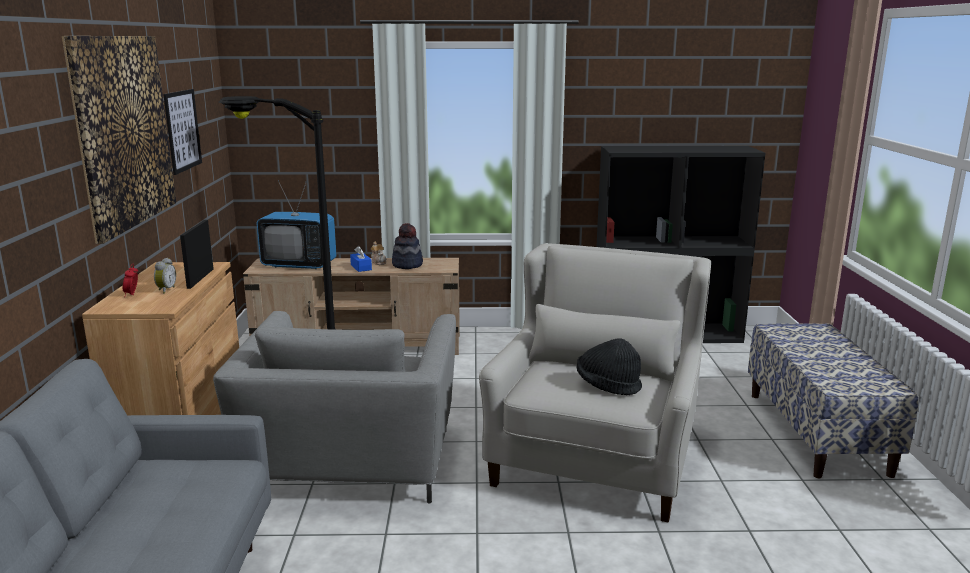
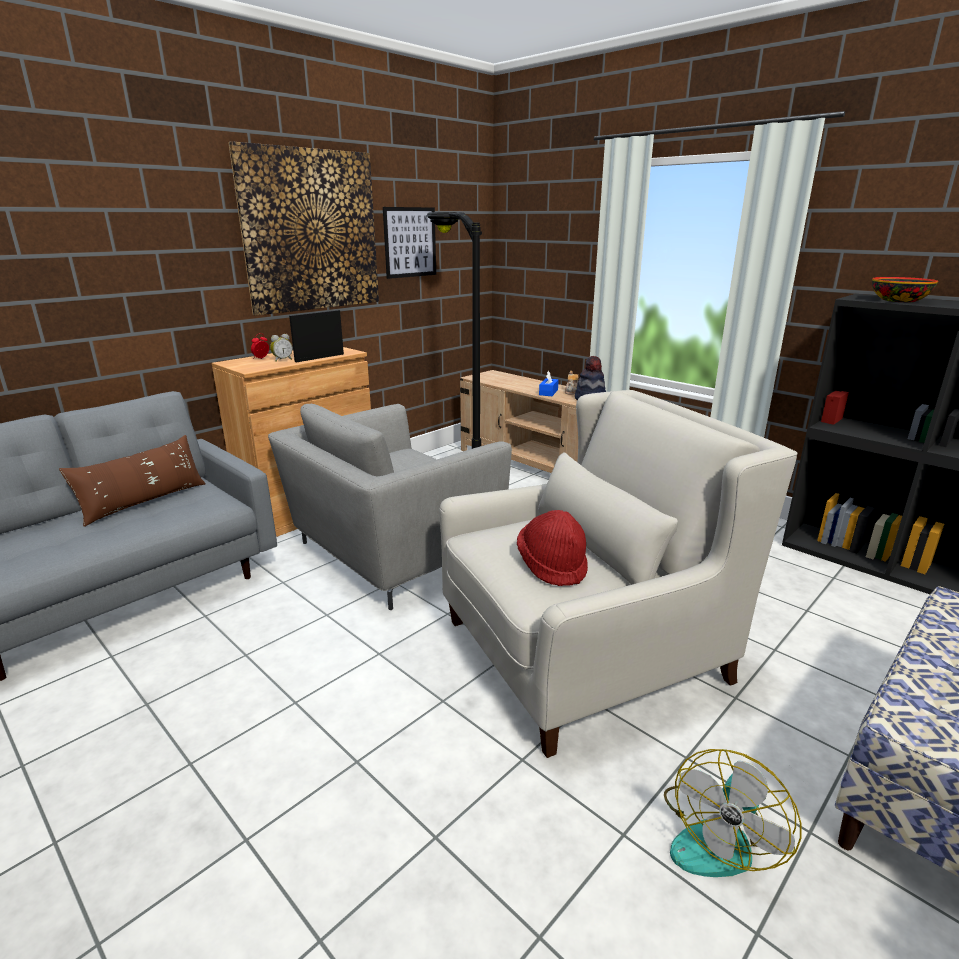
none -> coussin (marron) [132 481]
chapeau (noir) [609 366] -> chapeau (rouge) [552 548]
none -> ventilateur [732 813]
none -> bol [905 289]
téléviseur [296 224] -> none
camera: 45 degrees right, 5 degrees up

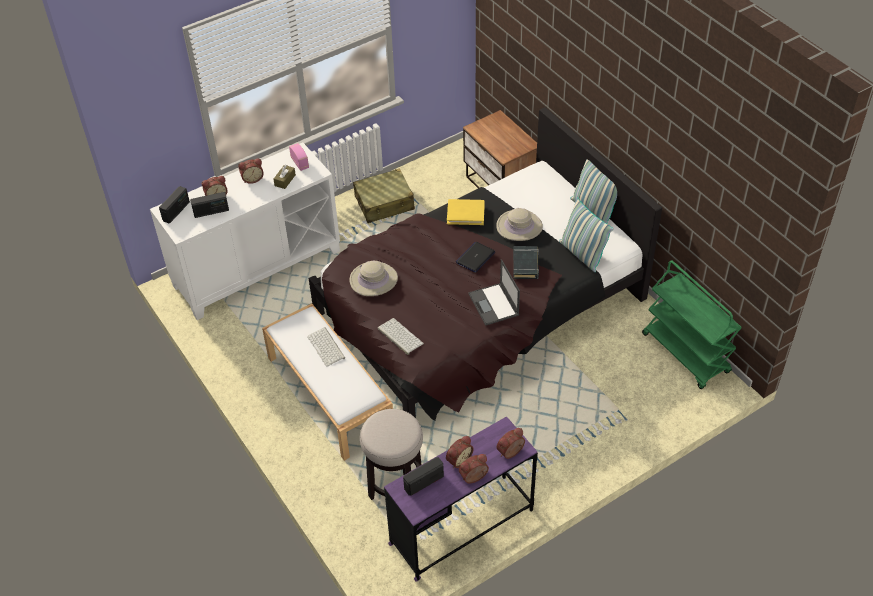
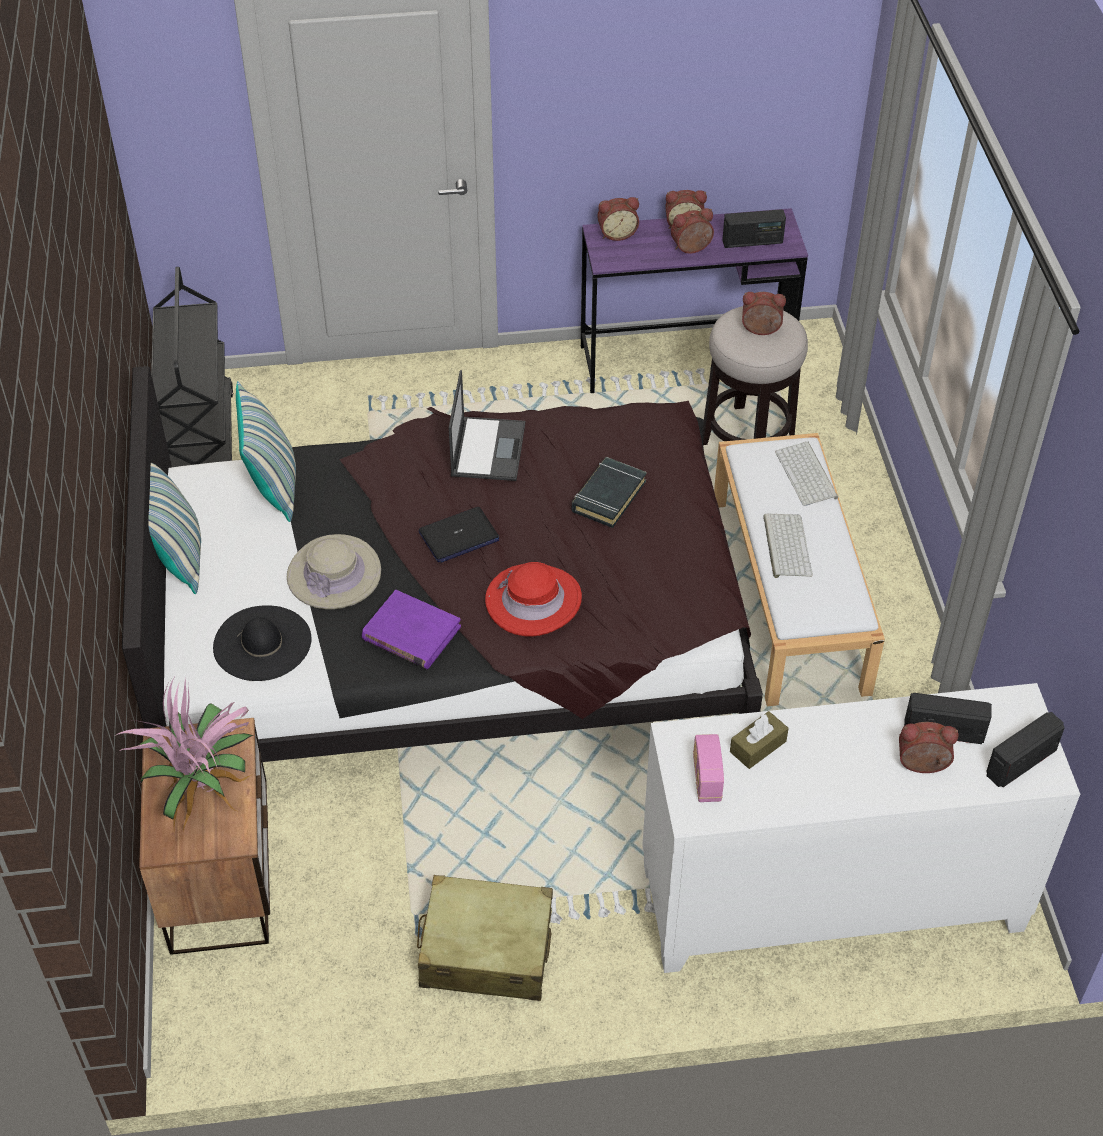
none -> plante en pot [184 757]
chariot (vert) [692 324] -> chariot (noir) [192 367]
none -> chapeau (noir) [262 643]
livre (jaune) [466 212] -> livre (violet) [411 629]
none -> chapeau (rouge) [533 599]
livre (noir) [526 262] -> livre (noir) [609 492], relocated
réveil [251 171] -> réveil [764 313], relocated
clavier [401 336] -> clavier [806 474], relocated
chapeau (beige) [374 278] -> none
camera: 155 degrees left, 0 degrees up

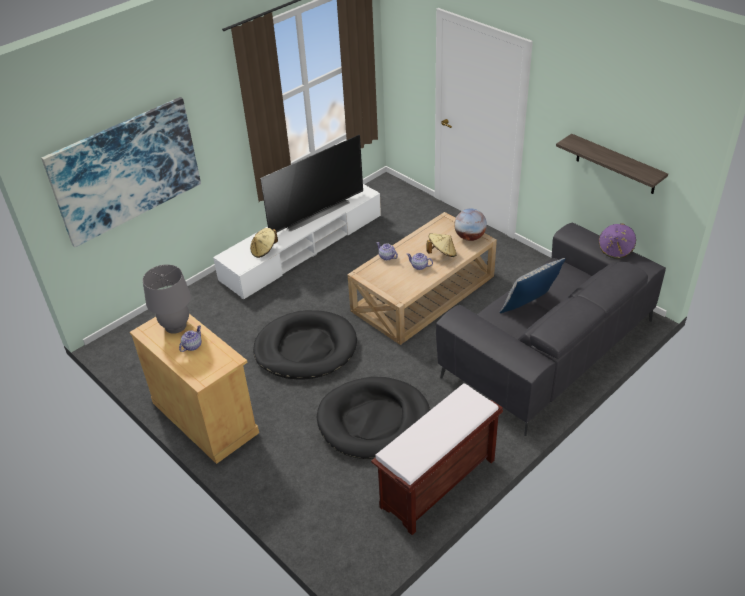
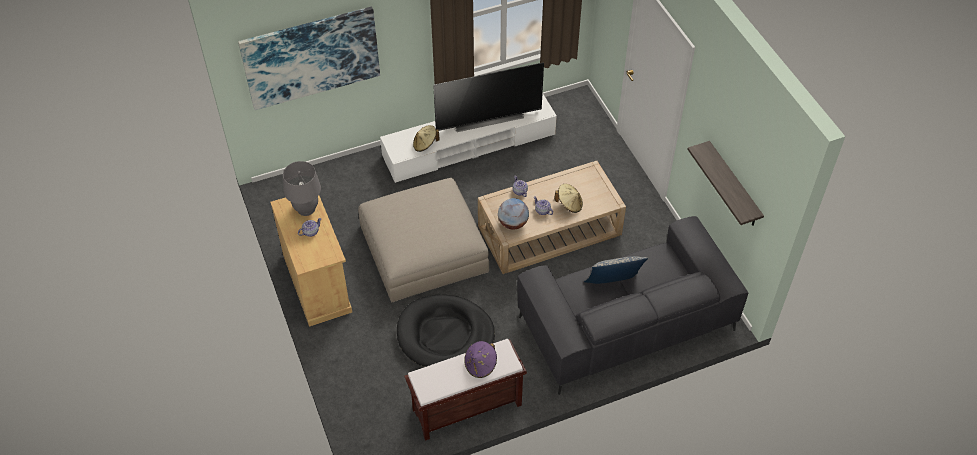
panier pour chien (noir) [305 344] -> pouf (beige) [423 240]
chapeau (violet) [617 241] -> chapeau (violet) [480 359], relocated
globe [470 225] -> globe [513 214], relocated
camera: 20 degrees right, 10 degrees up

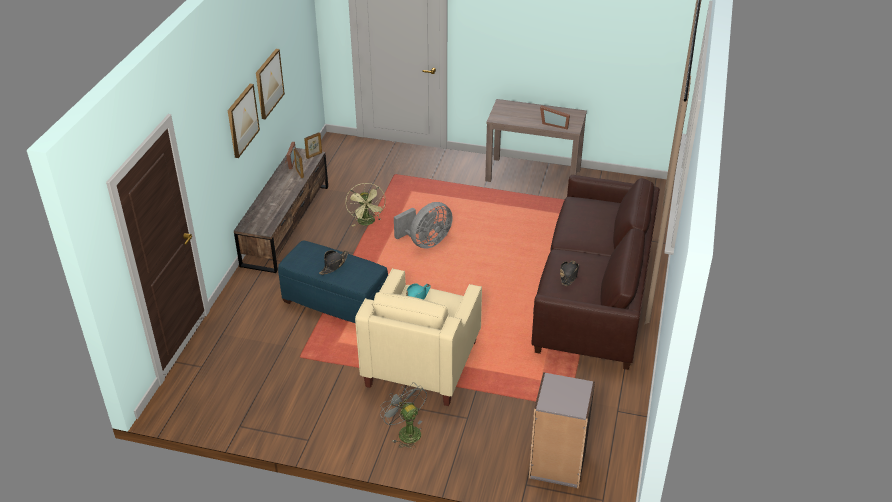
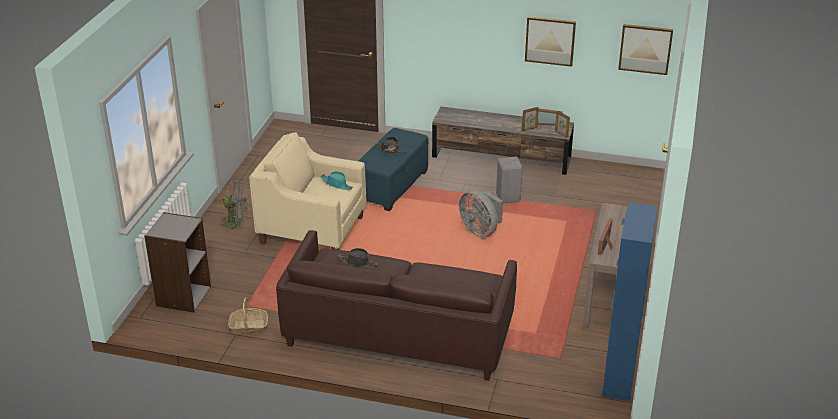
ventilateur (gris) [403 415] -> ventilateur (gris) [235 207], 45 degrees clockwise
none -> panier [248 316]
ventilateur (vert) [365 205] -> tabouret (gris) [509 180]
none -> meuble de rangement (bleu) [630 301]
tableau [244 120] -> tableau [645 49], relocated
camera: 90 degrees right, 5 degrees down

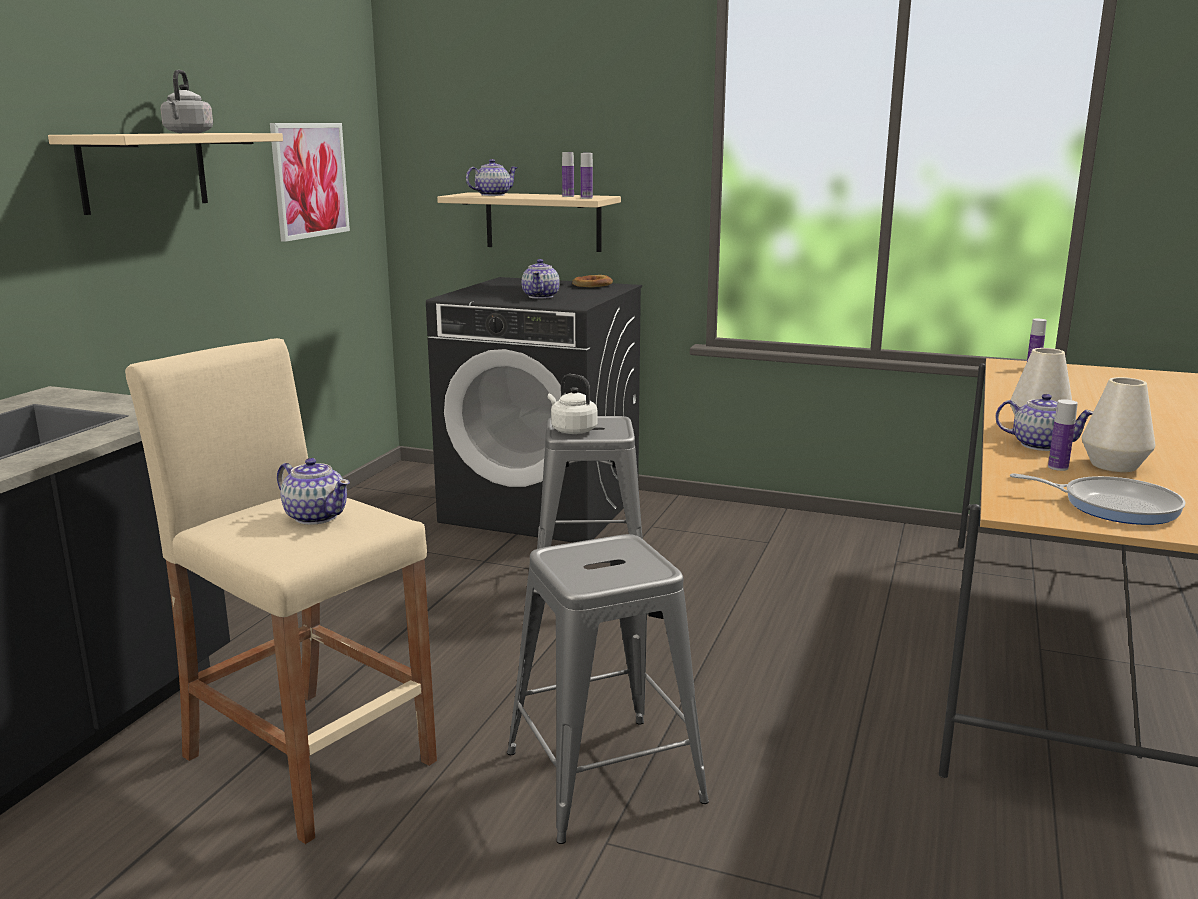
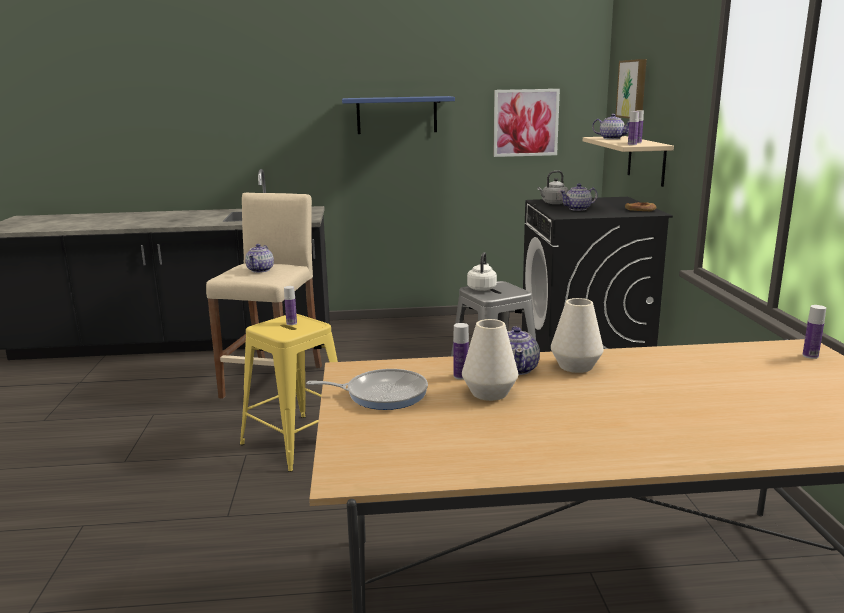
tabouret (gris) [608 689] -> tabouret (jaune) [289 393]
none -> bouteille [290 305]
poêle [1098 499] -> poêle [367 389], 90 degrees counterclockwise
étagère (beige) [165 174] -> étagère (bleu) [398 115]
bouilloire (gris) [187 101] -> bouilloire (gris) [553 187], relocated
none -> tableau [631 89]
camera: 65 degrees right, 0 degrees up

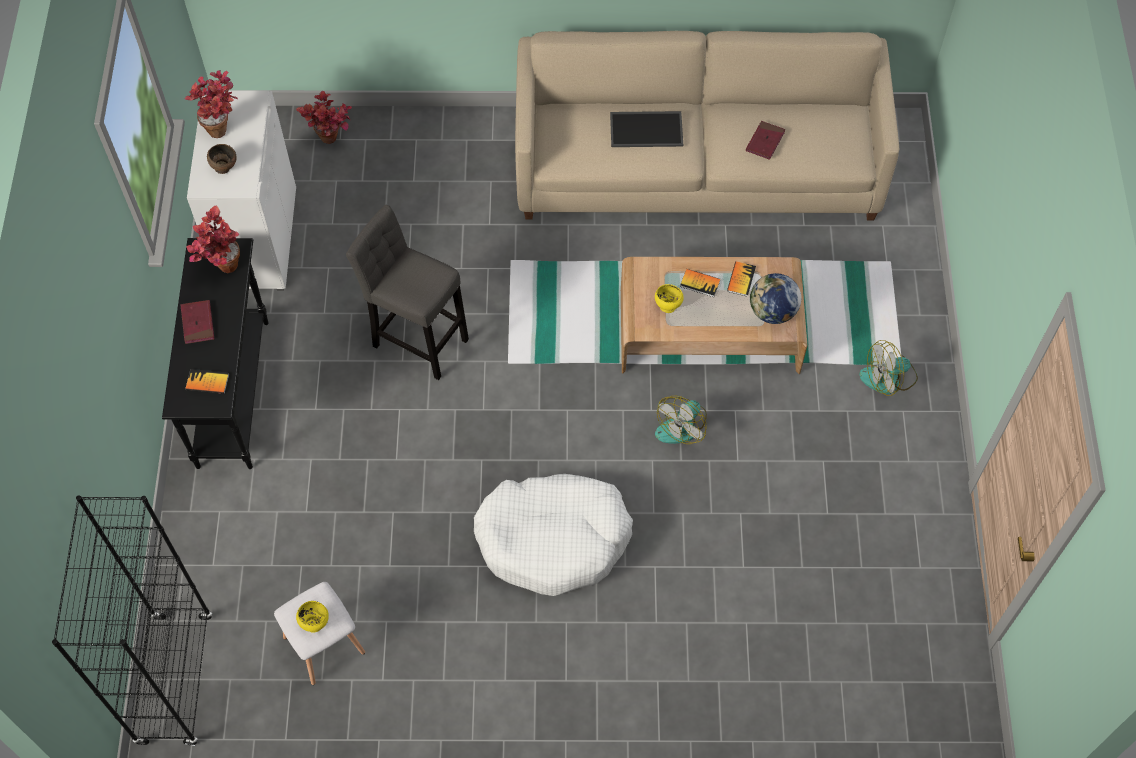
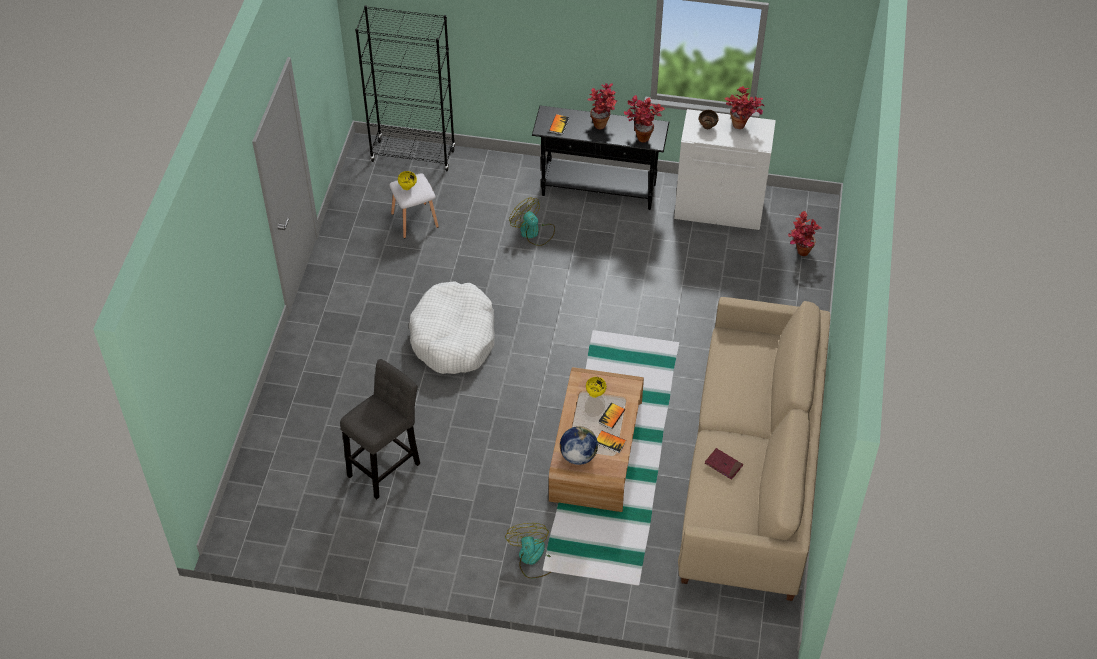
tabouret (gris) [407 292] -> tabouret (gris) [380 429], relocated
ventilateur [681 420] -> ventilateur [532 221], relocated
livre (rouge) [197 322] -> plante en pot [603 106]
plateau [646 129] -> none
camera: 100 degrees right, 10 degrees down

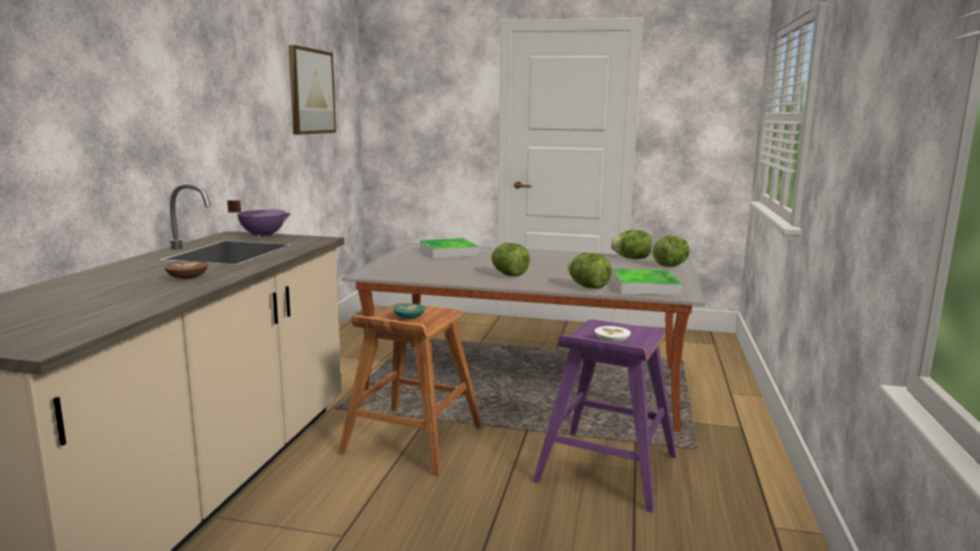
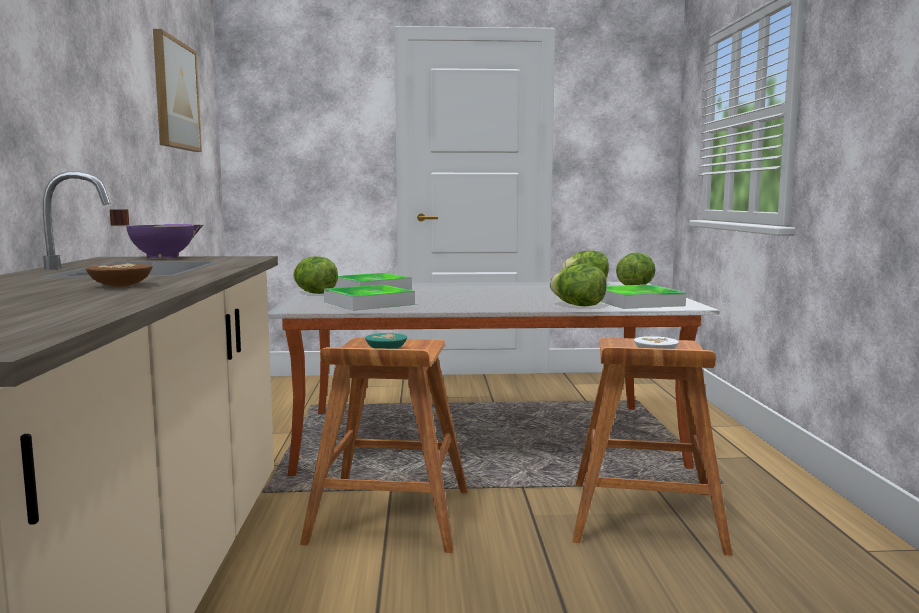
laitue [510 259] -> laitue [315 275], relocated
none -> plateau [369 297]
tabouret (violet) [604 416] -> tabouret (marron) [652 447]
camera: 15 degrees left, 5 degrees down

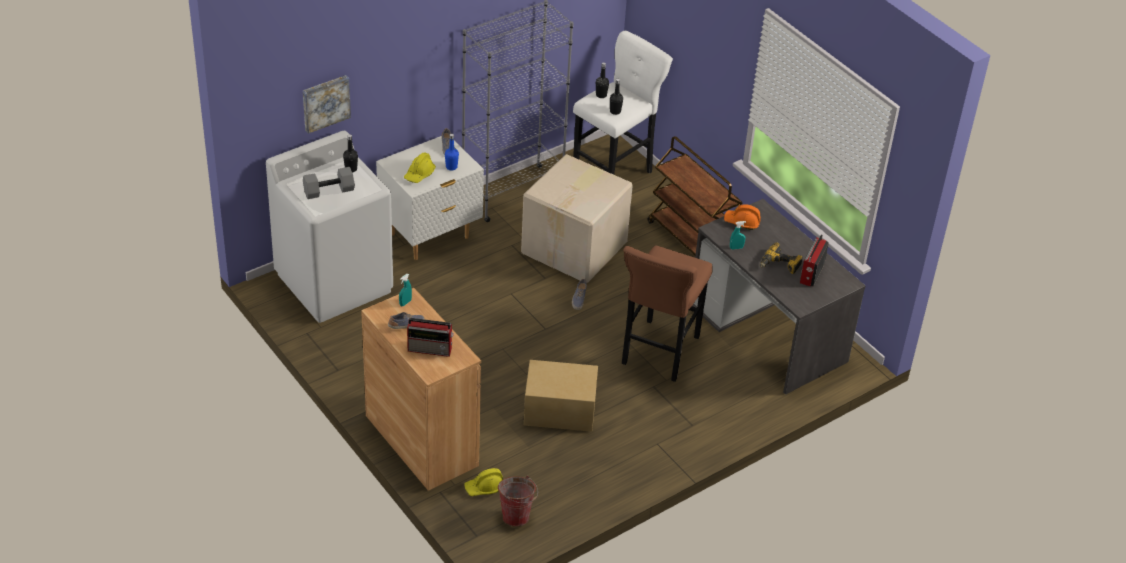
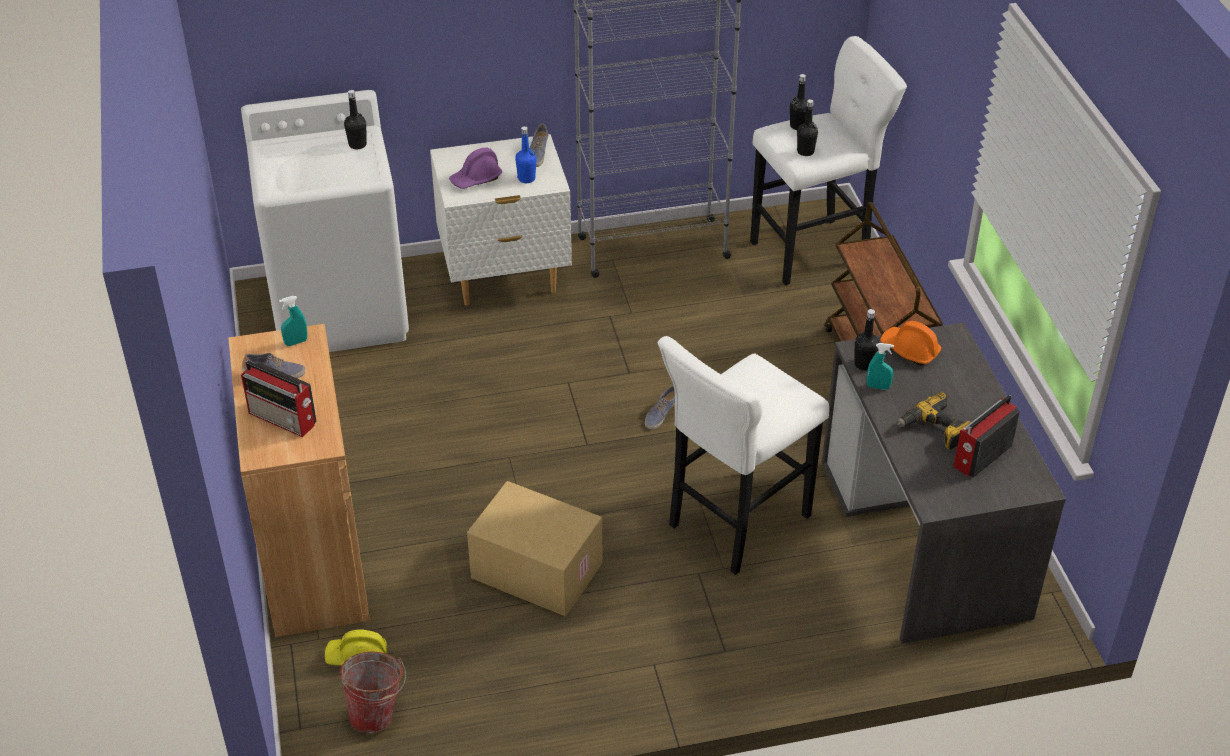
casque de chantier (jaune) [420 167] -> casque de chantier (violet) [475 168]
tabouret (marron) [667 313] -> tabouret (blanc) [743 455]
none -> bouteille (noir) [866 340]
tableau [327 104] -> none
haltère (gris) [329 183] -> none
carton [577 218] -> none
camera: 25 degrees right, 0 degrees up

